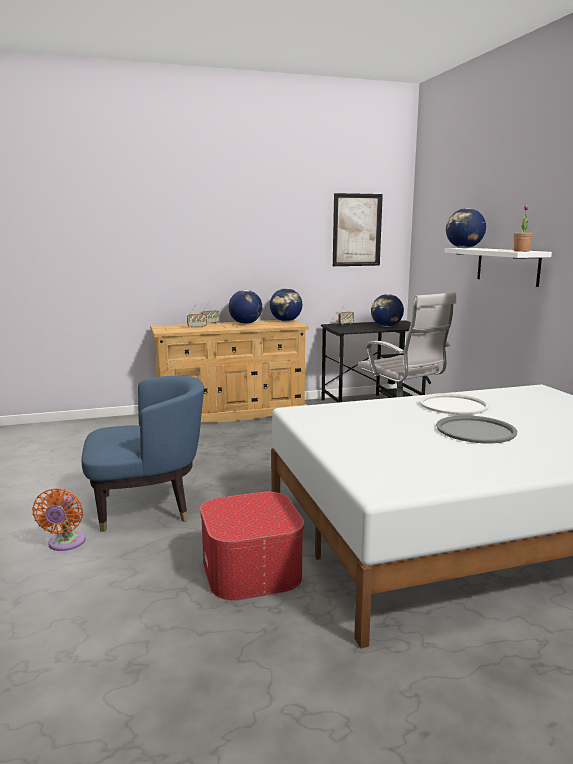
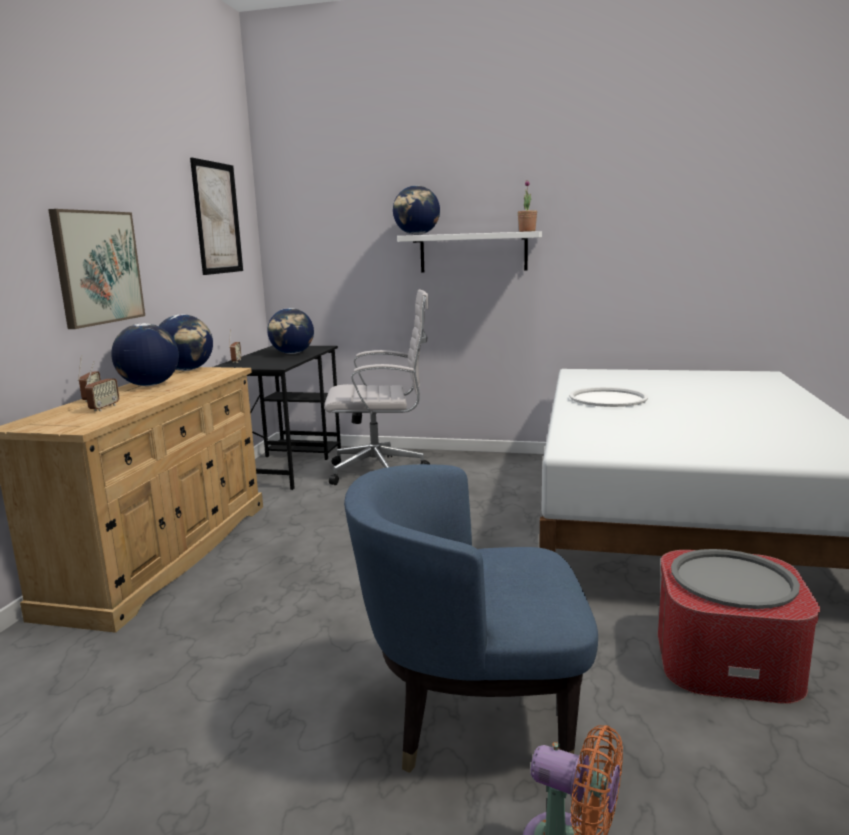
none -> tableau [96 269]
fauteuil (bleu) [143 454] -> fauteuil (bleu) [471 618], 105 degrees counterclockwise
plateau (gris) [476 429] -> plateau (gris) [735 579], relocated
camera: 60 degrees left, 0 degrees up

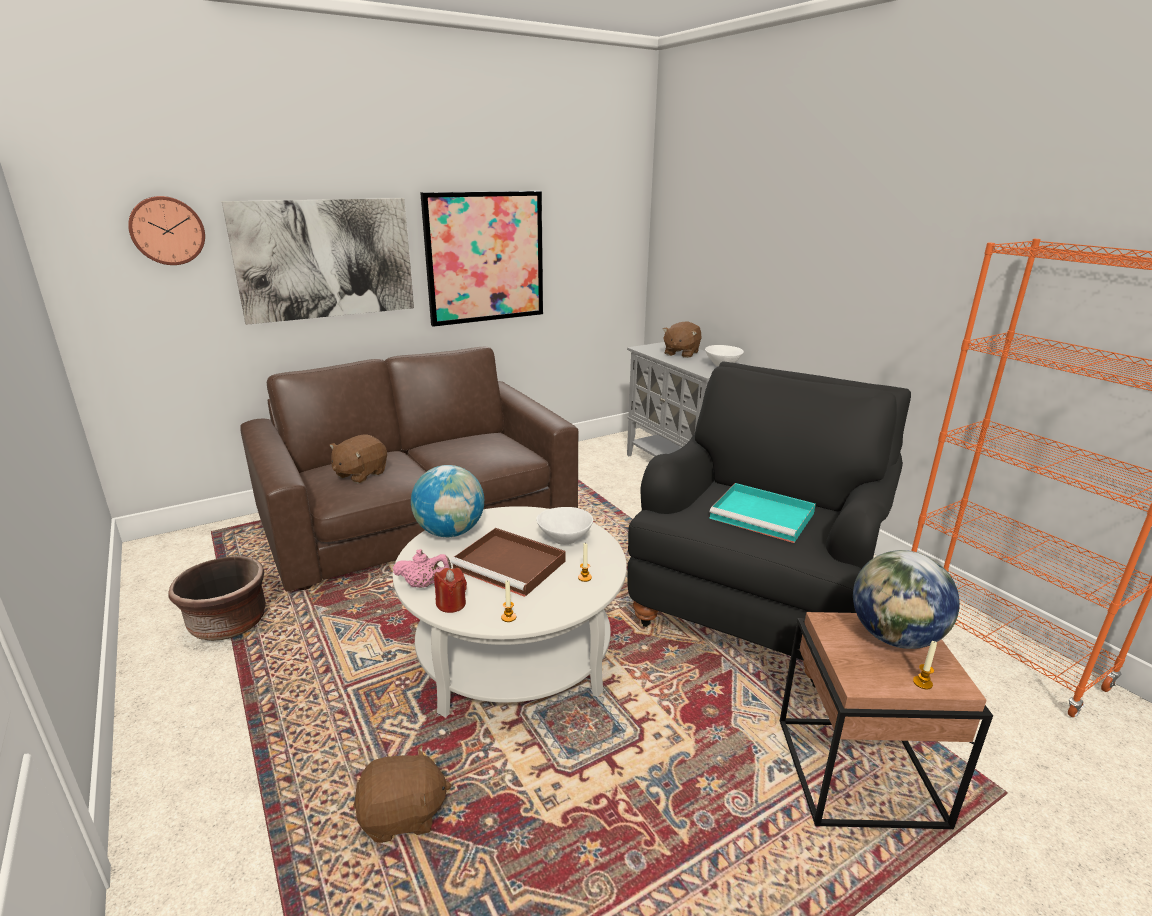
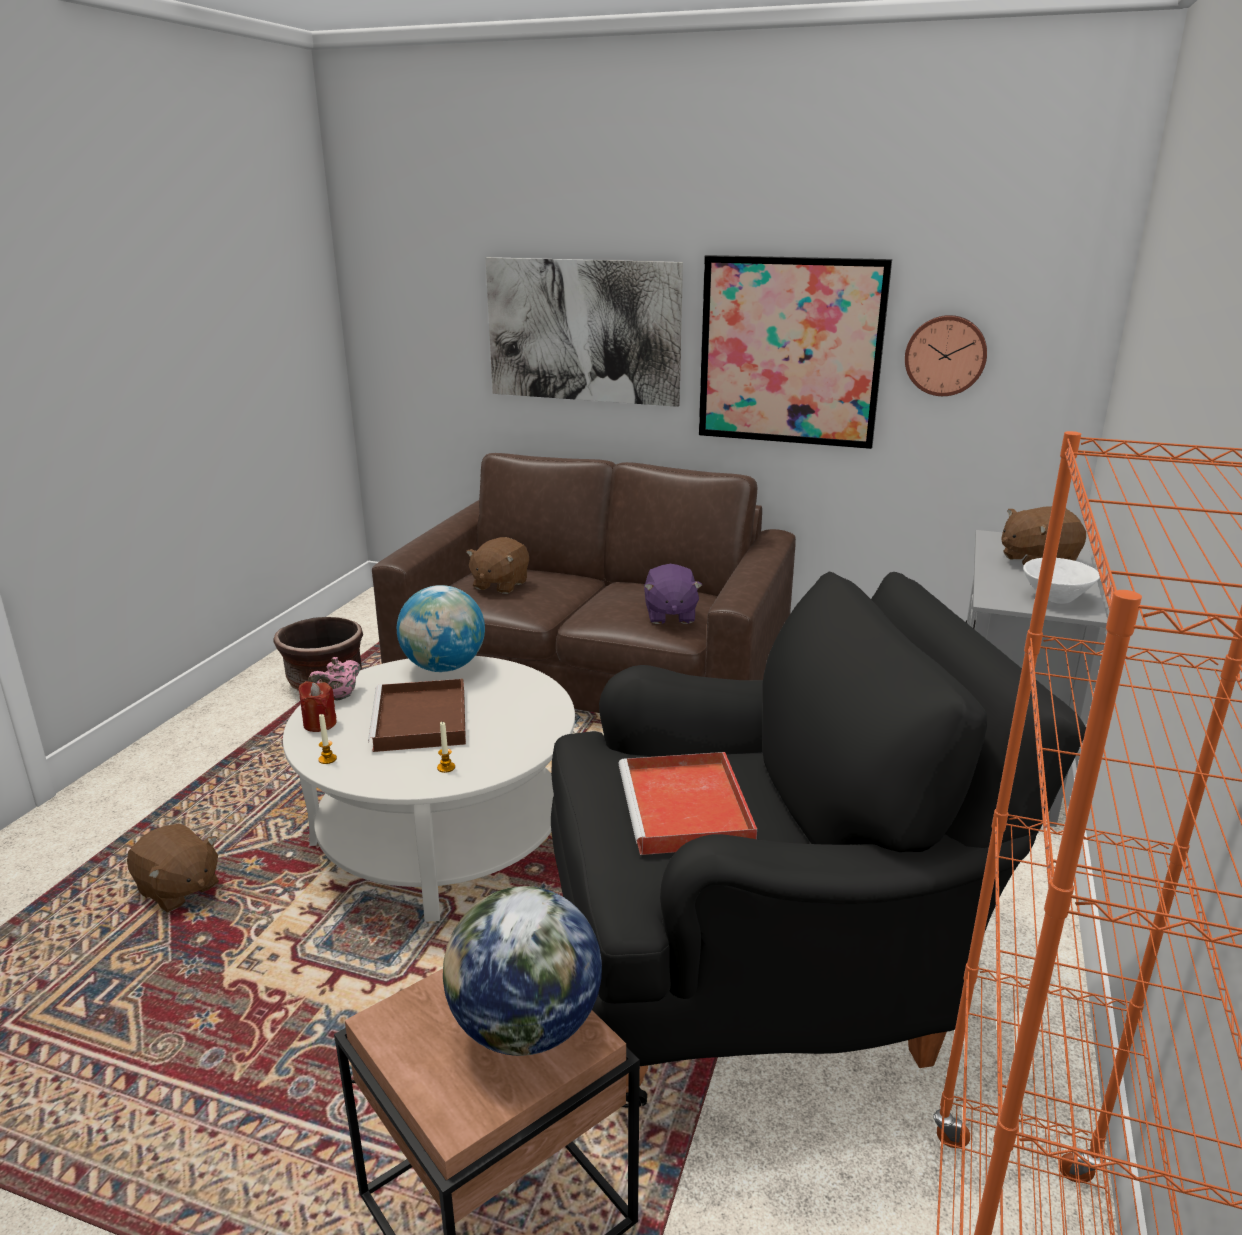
théière (rose) [422 568] -> théière (rose) [334 679], 75 degrees clockwise
peluche (marron) [358 458] -> peluche (marron) [497 565], 60 degrees counterclockwise
plateau (turquoise) [762 513] -> plateau (rouge) [688 803]
none -> peluche (violet) [673 594]
horloge murale [166 230] -> horloge murale [946 355], relocated
bol (blanc) [564 526] -> none
bougie [925 665] -> none
camera: 50 degrees right, 0 degrees up

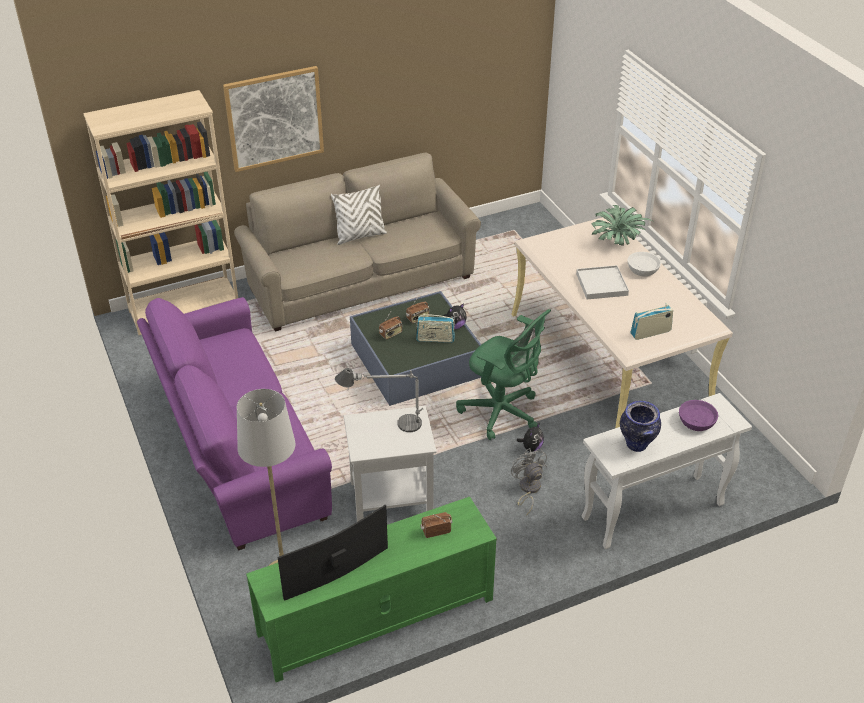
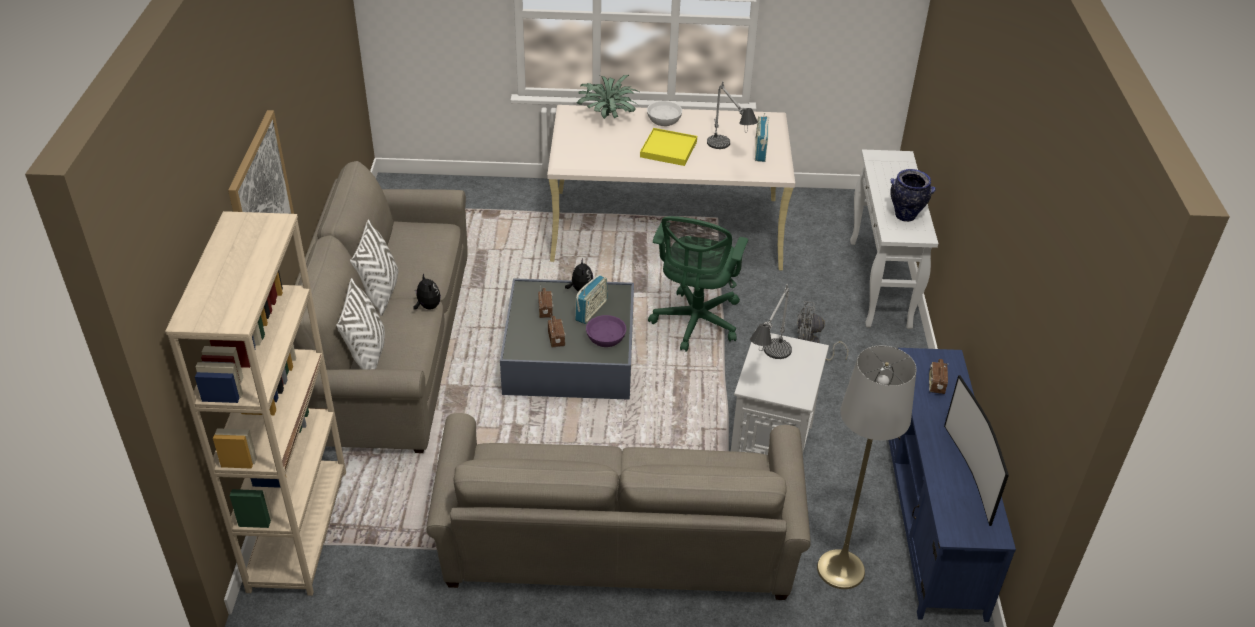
none -> coussin (blanc) [360 323]
peluche [530 438] -> peluche [427 291], relocated
canapé (violet) [234 424] -> canapé (beige) [618 506]
bol (violet) [698 415] -> bol (violet) [606 331], relocated
plateau (blanc) [602 282] -> plateau (jaune) [668 147]
chaise de bureau (vert) [503 374] -> chaise de bureau (vert) [698 284], 135 degrees clockwise
none -> lampe de table [732 115]
meuble télé (vert) [371 589] -> meuble télé (bleu) [952 485]
camera: 65 degrees left, 0 degrees up

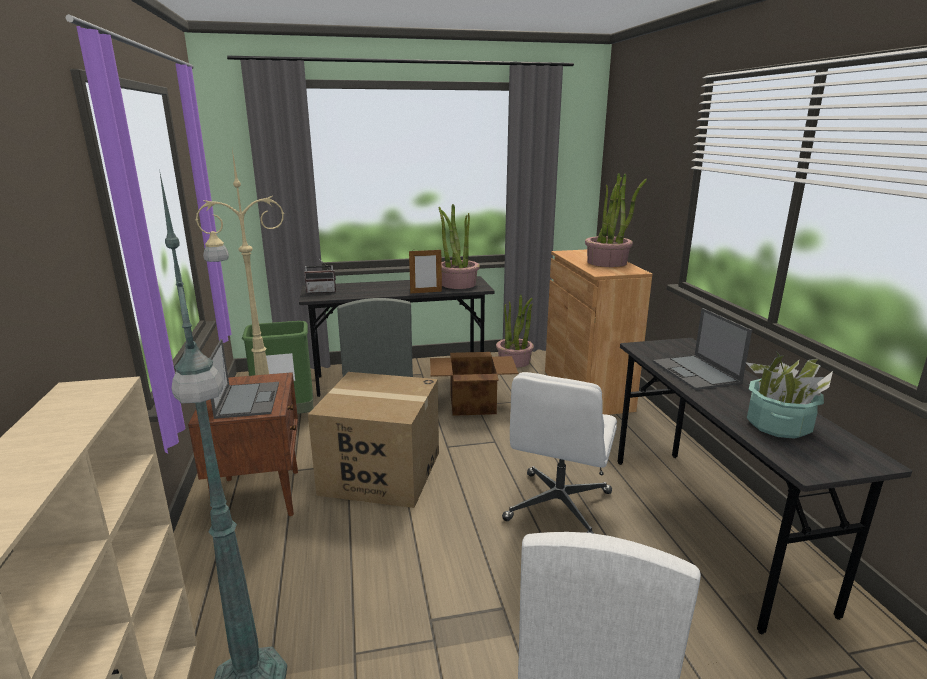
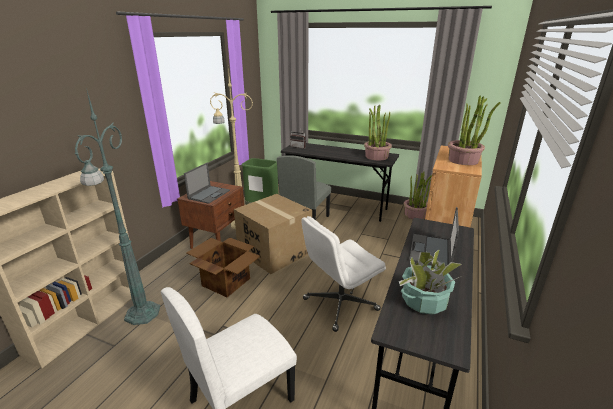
carton [474 384] -> carton [223 267], relocated
cadre photo [425 270] -> none
camera: 35 degrees right, 5 degrees up

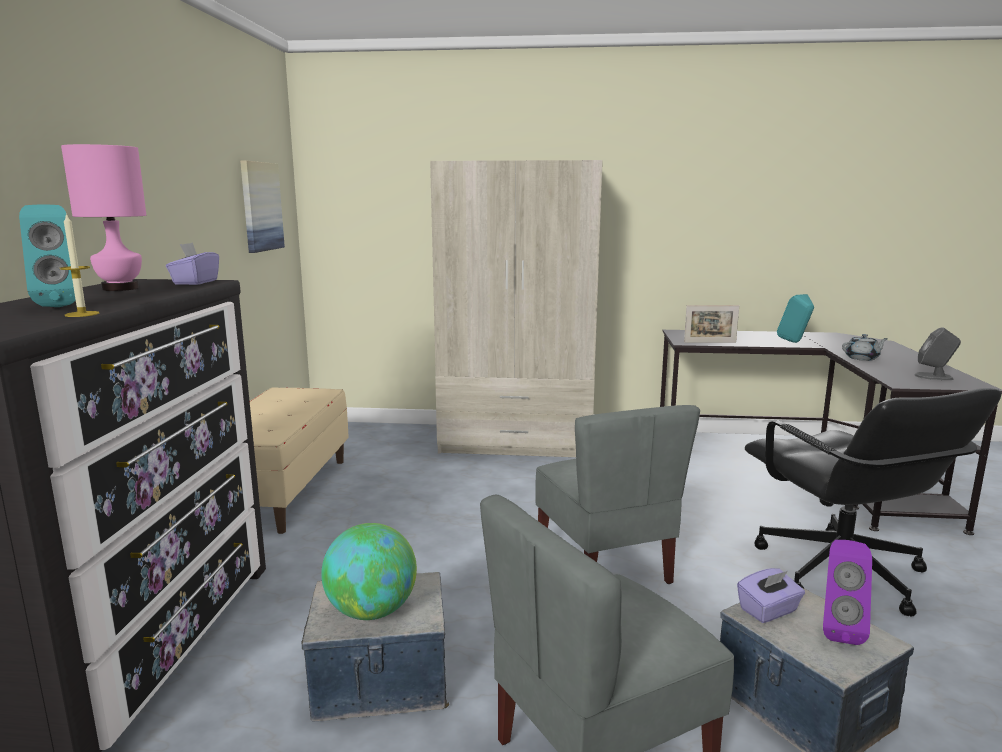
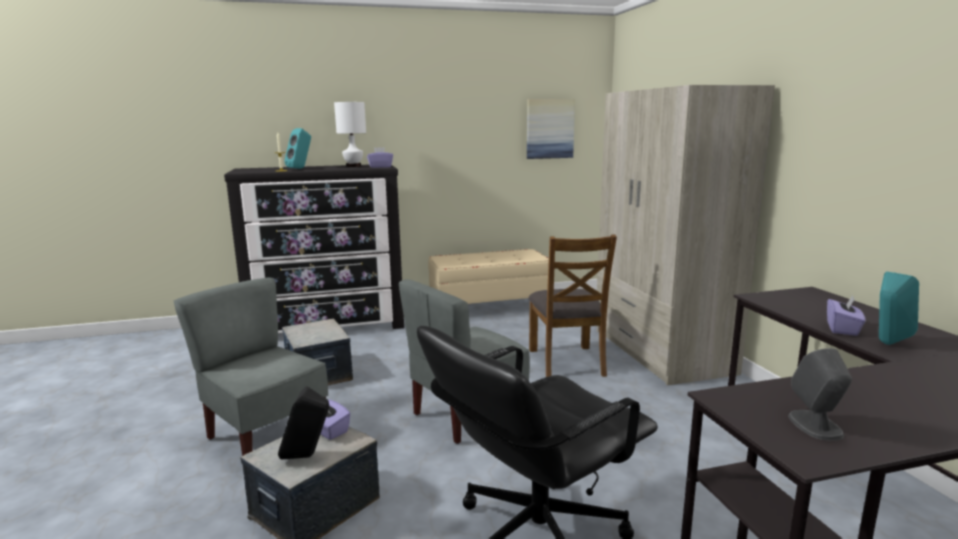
enceinte (violet) [847 592] -> enceinte (noir) [303 422]
lampe de table (rose) [103 217] -> lampe de table (blanc) [350 134]
none -> chaise (marron) [572 306]
none -> boîte à mouchoirs (violet) [846 315]
globe [369 571] -> none
cadre photo [711 324] -> none
théière (gris) [865 347] -> none
camera: 70 degrees right, 0 degrees up

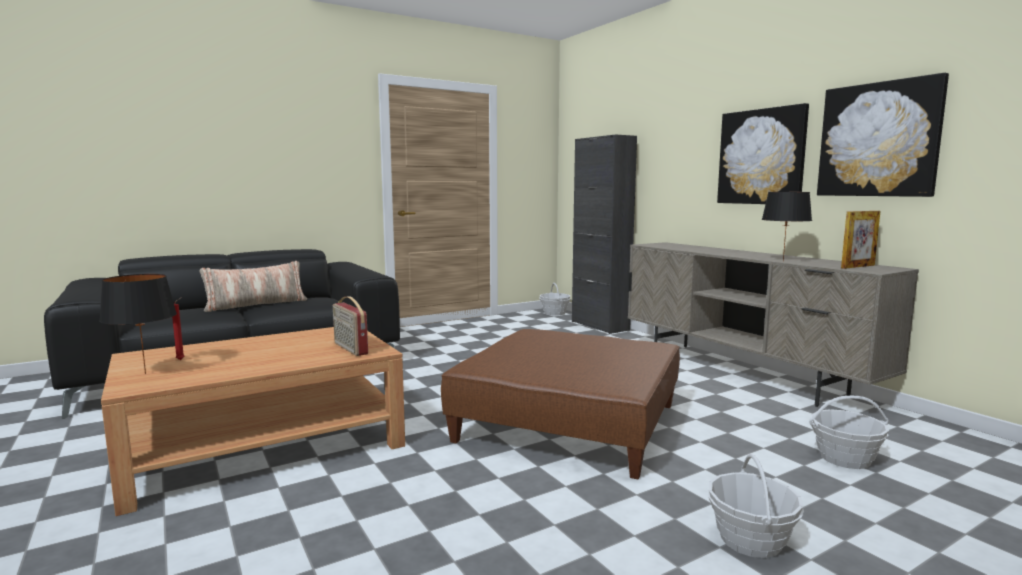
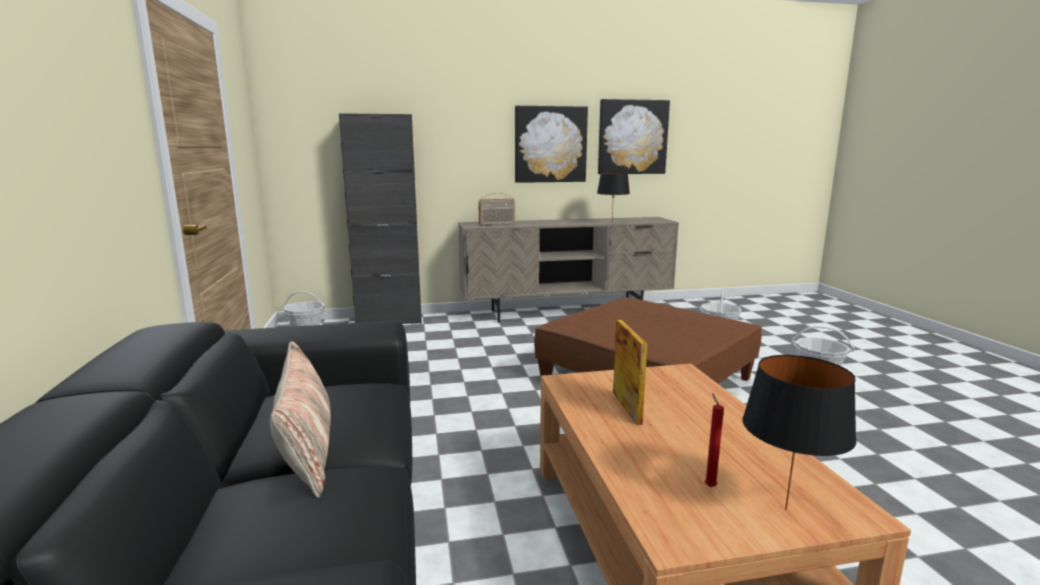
radio [350 326] -> radio [496 209], relocated
cadre photo [860 240] -> cadre photo [630 372], relocated
camera: 70 degrees left, 5 degrees up

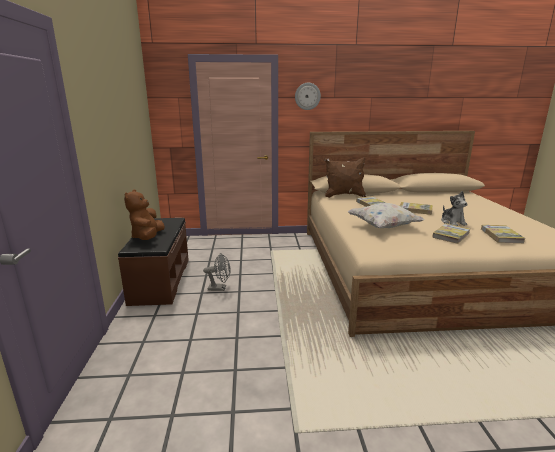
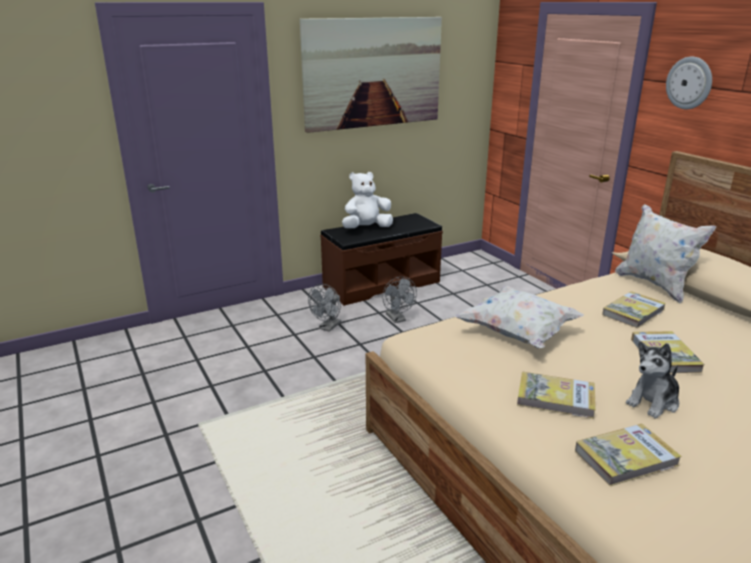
none -> tableau [371 75]
none -> ventilateur (gris) [324 308]
peluche (marron) [144 215] -> peluche (blanc) [367 200]
coussin (marron) [345 177] -> coussin (blanc) [665 253]
camera: 65 degrees right, 5 degrees up

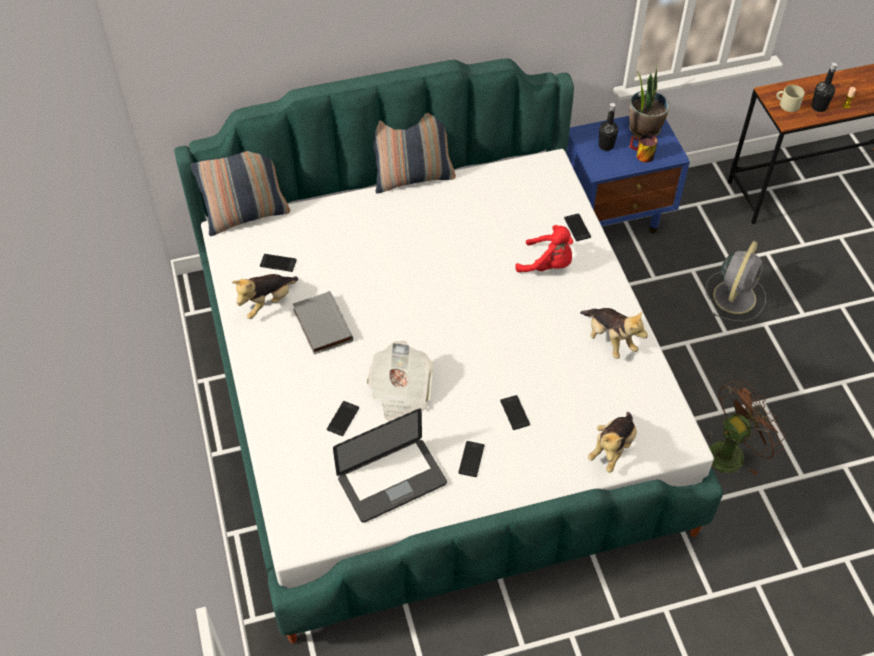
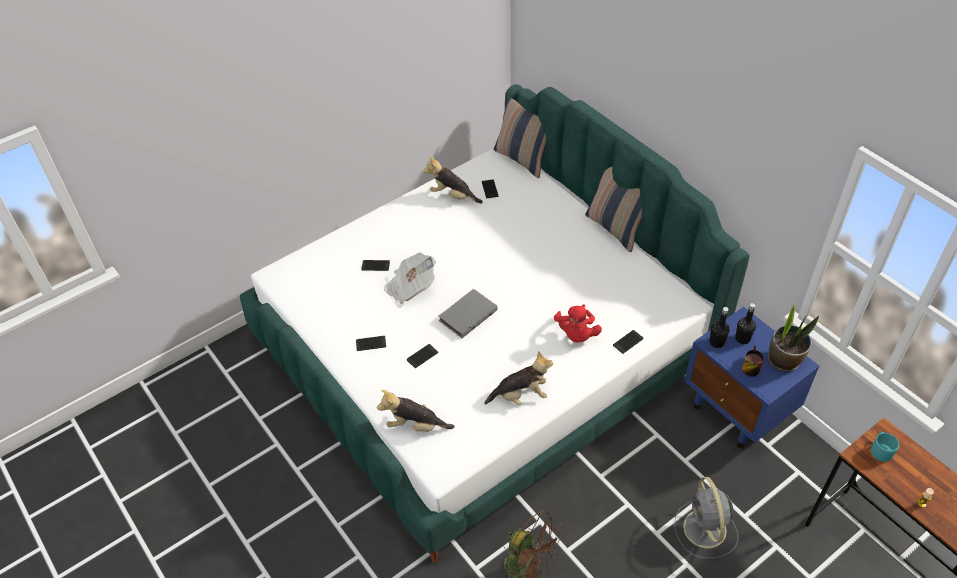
livre (gris) [323 322] -> livre (gris) [468 313], relocated
peluche [614 333] -> peluche [518 378], 135 degrees counterclockwise
ventilateur (gris) [735 281] -> ventilateur (gris) [706 517], 75 degrees clockwise
bouteille (noir) [824 87] -> bouteille (noir) [720 327], relocated
mug (beige) [790 98] -> mug (turquoise) [885 447]
ordinateur portable [390 466] -> none
camera: 70 degrees right, 5 degrees down

